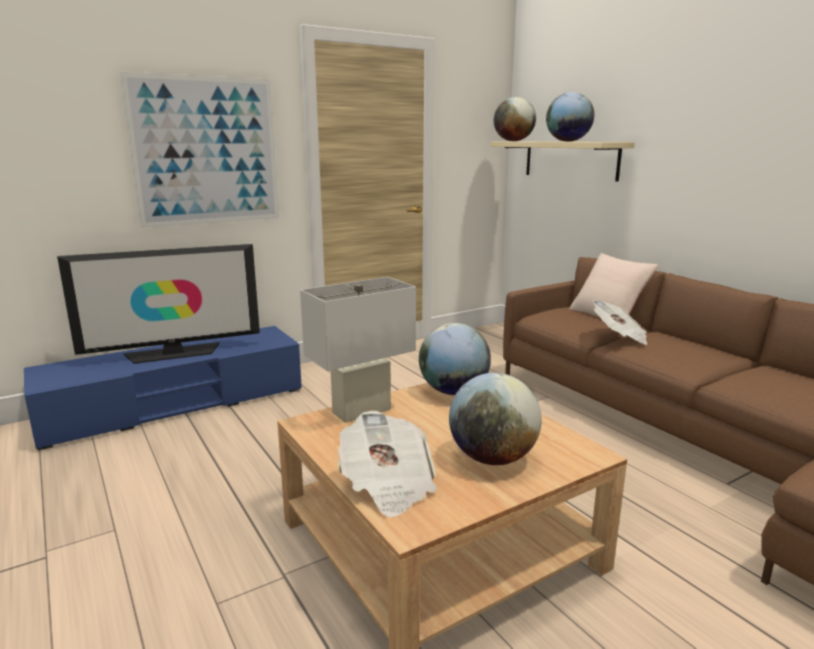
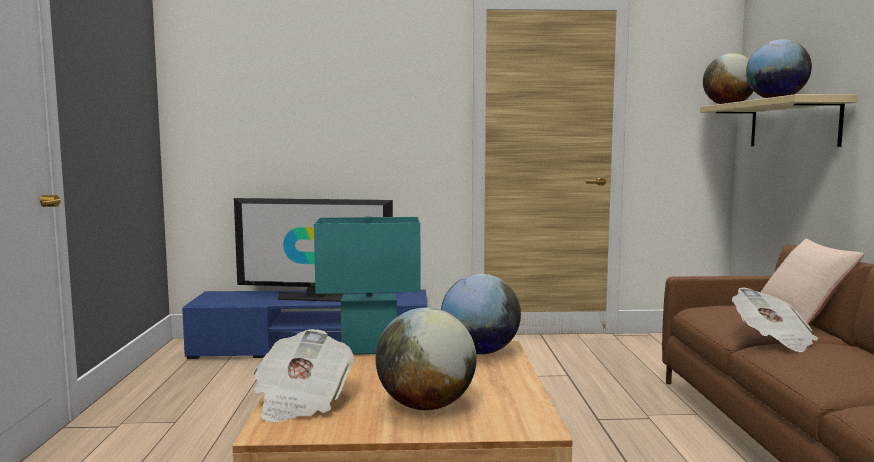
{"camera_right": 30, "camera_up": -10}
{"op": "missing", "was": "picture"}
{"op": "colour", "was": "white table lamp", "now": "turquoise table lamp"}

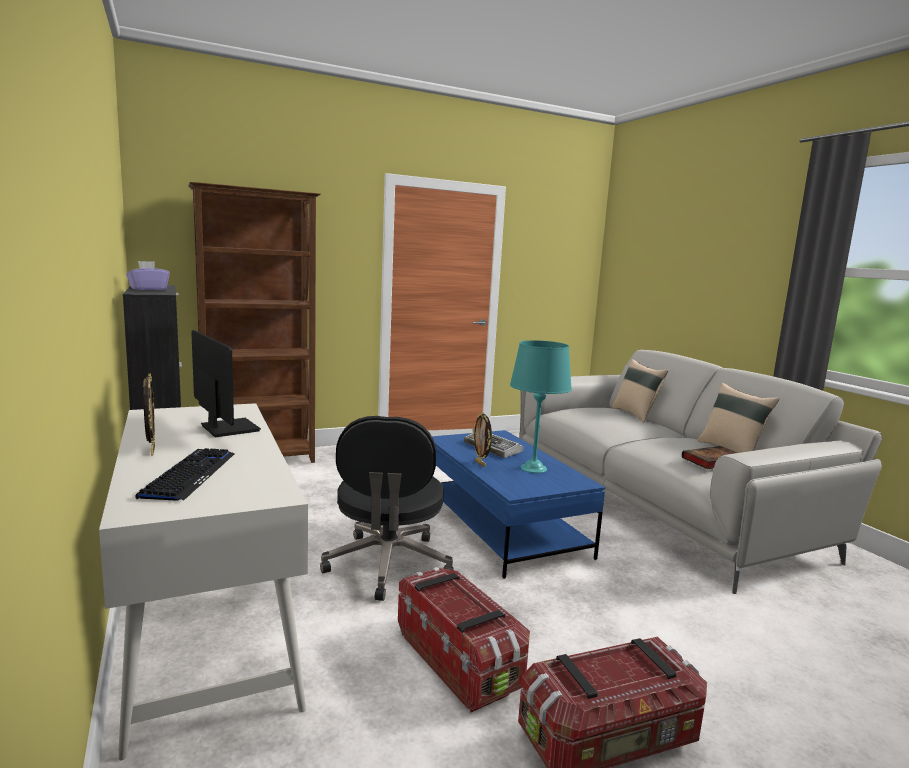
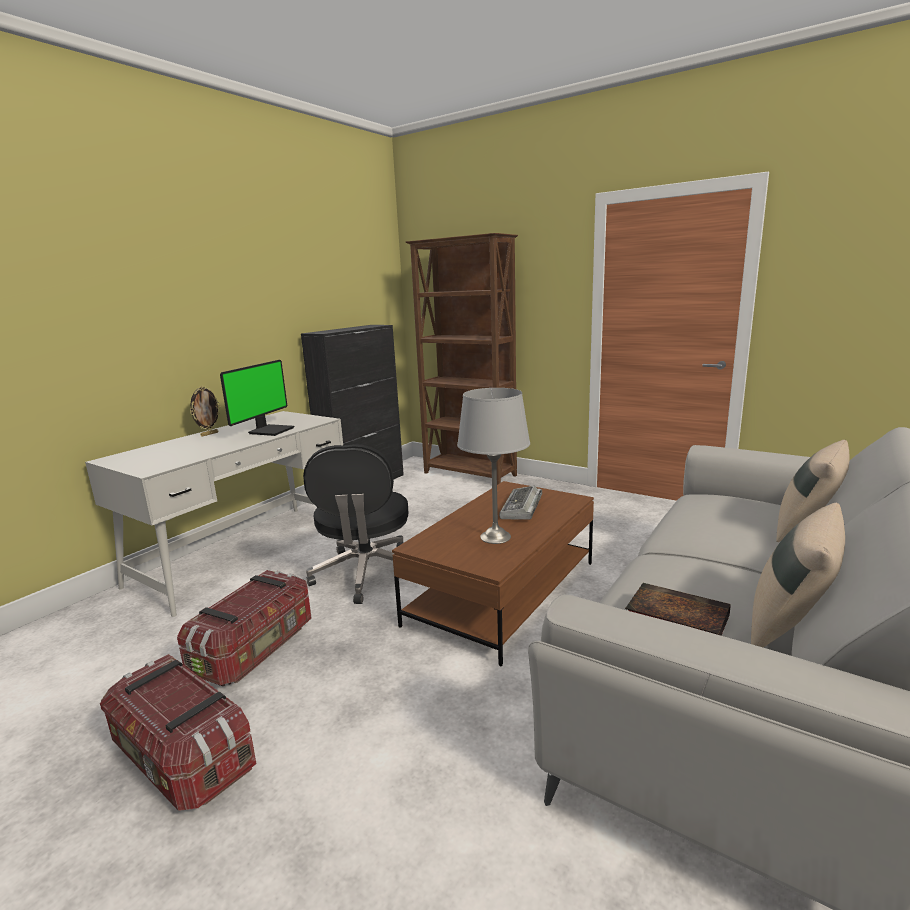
{"camera_right": 60, "camera_up": 5}
{"op": "missing", "was": "purple tissue box"}
{"op": "missing", "was": "keyboard (no. 1 from left)"}
{"op": "spun", "was": "black office chair", "clockwise": -60}
{"op": "colour", "was": "blue coffee table", "now": "brown coffee table"}
{"op": "missing", "was": "picture frame (no. 2 from left)"}
{"op": "colour", "was": "turquoise table lamp", "now": "grey table lamp"}

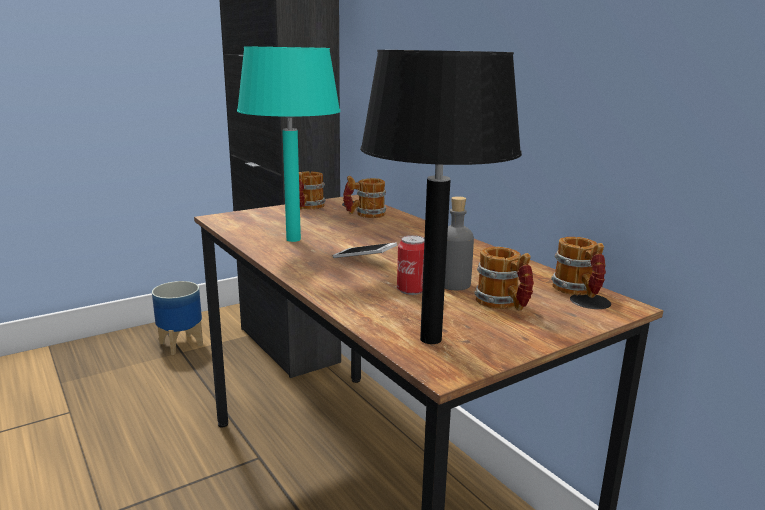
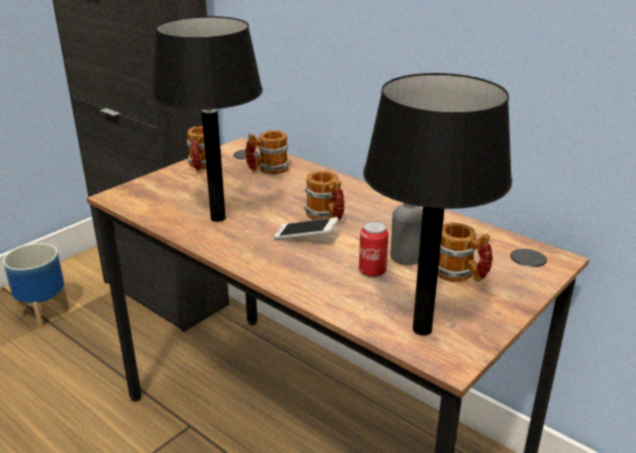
{"camera_right": -15, "camera_up": 10}
{"op": "colour", "was": "turquoise table lamp", "now": "black table lamp (no. 1 from left)"}
{"op": "relocated", "was": "mug (no. 4 from left in the first image)", "now": "mug (no. 3 from left)"}

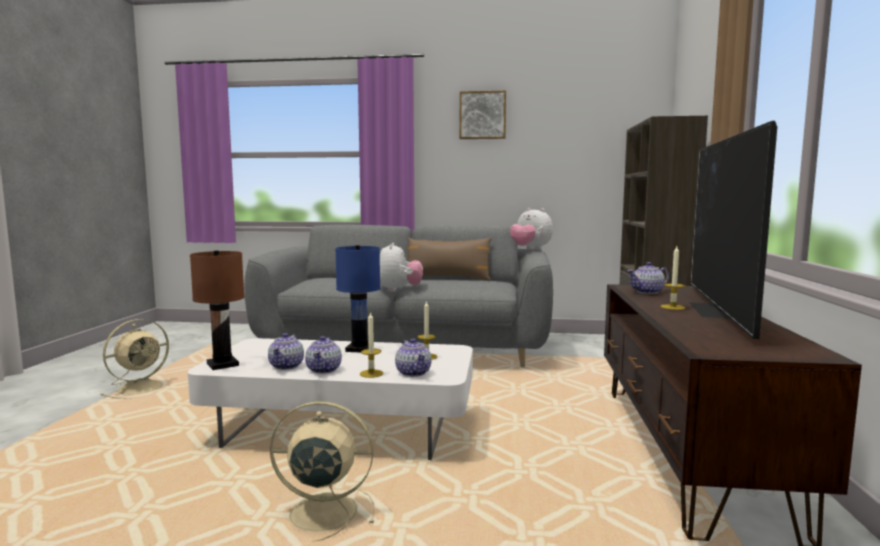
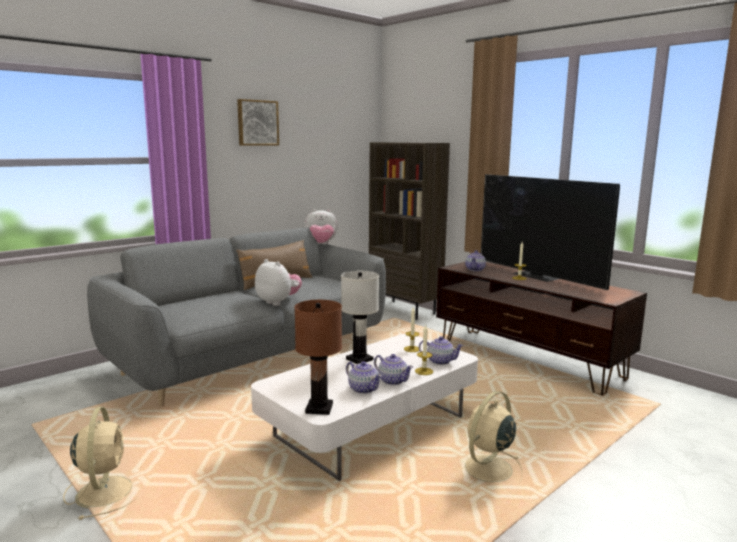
{"camera_right": -50, "camera_up": 5}
{"op": "colour", "was": "blue table lamp", "now": "white table lamp"}

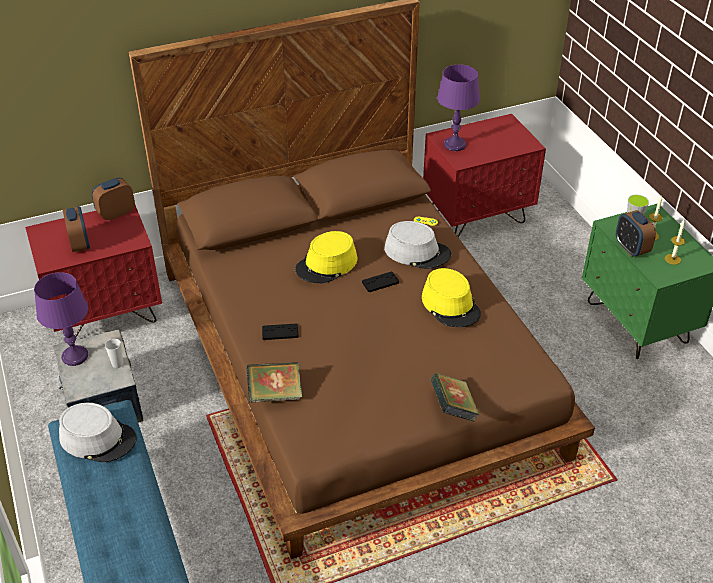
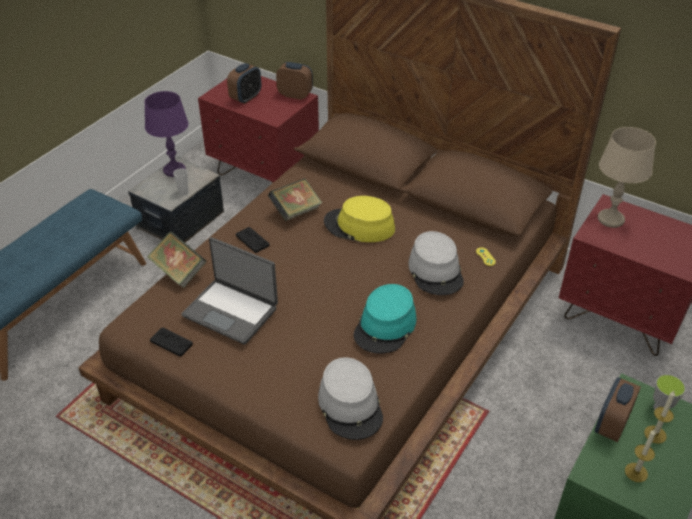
{"camera_right": 55, "camera_up": 0}
{"op": "relocated", "was": "grey hat (no. 1 from left)"}
{"op": "relocated", "was": "black game controller (no. 2 from left in the first image)", "now": "black game controller (no. 1 from left)"}
{"op": "colour", "was": "yellow hat (no. 2 from left)", "now": "turquoise hat"}
{"op": "relocated", "was": "book (no. 2 from left)"}
{"op": "colour", "was": "purple table lamp (no. 2 from left)", "now": "beige table lamp"}
{"op": "appeared", "now": "laptop"}

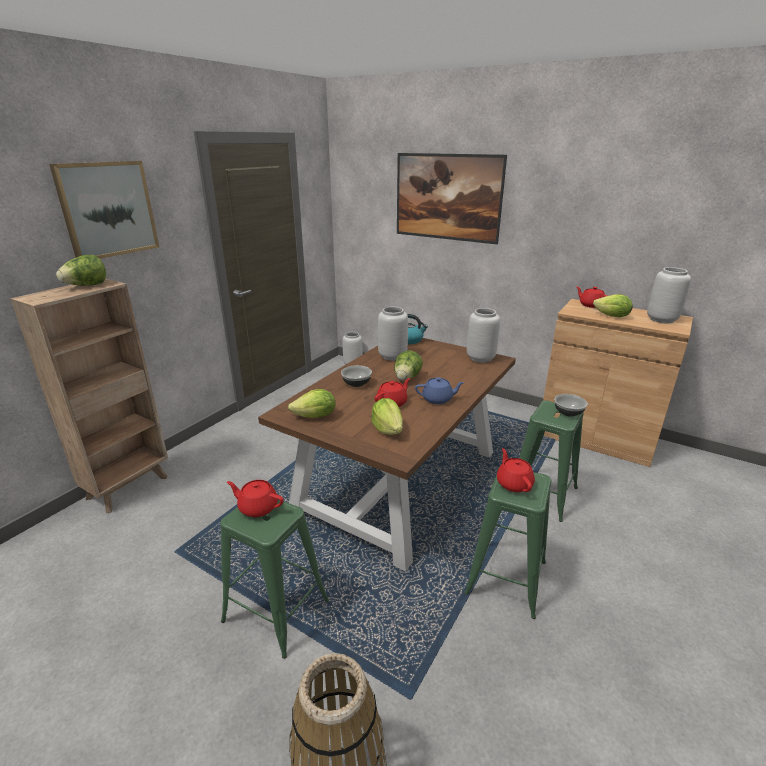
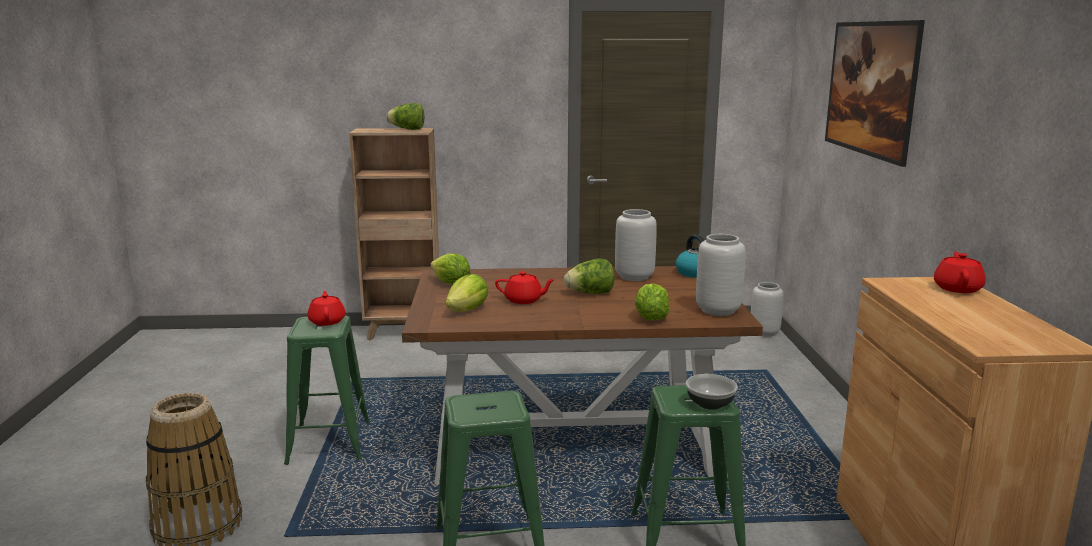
{"camera_right": 55, "camera_up": -10}
{"op": "missing", "was": "picture (no. 1 from left)"}
{"op": "missing", "was": "bowl (no. 1 from left)"}
{"op": "missing", "was": "blue teapot"}
{"op": "missing", "was": "red teapot (no. 3 from left)"}
{"op": "relocated", "was": "lettuce (no. 5 from left)"}
{"op": "missing", "was": "grey vase (no. 4 from left)"}

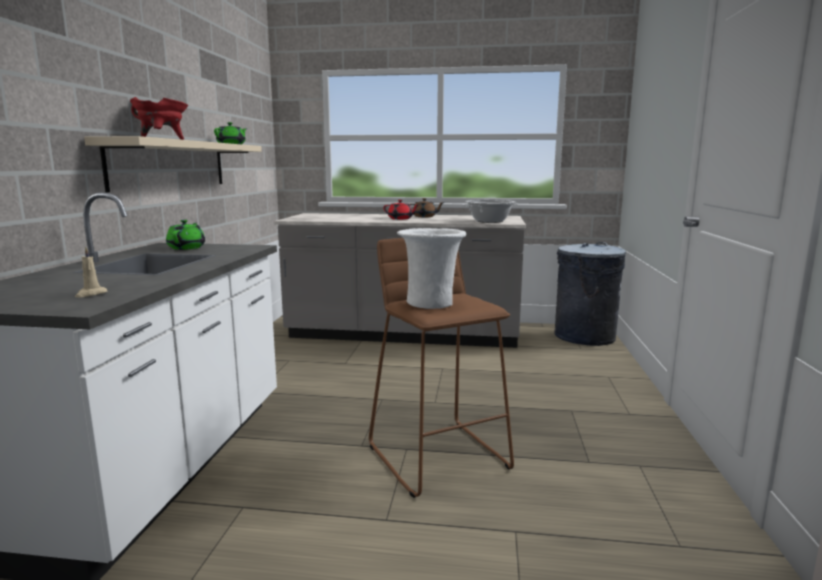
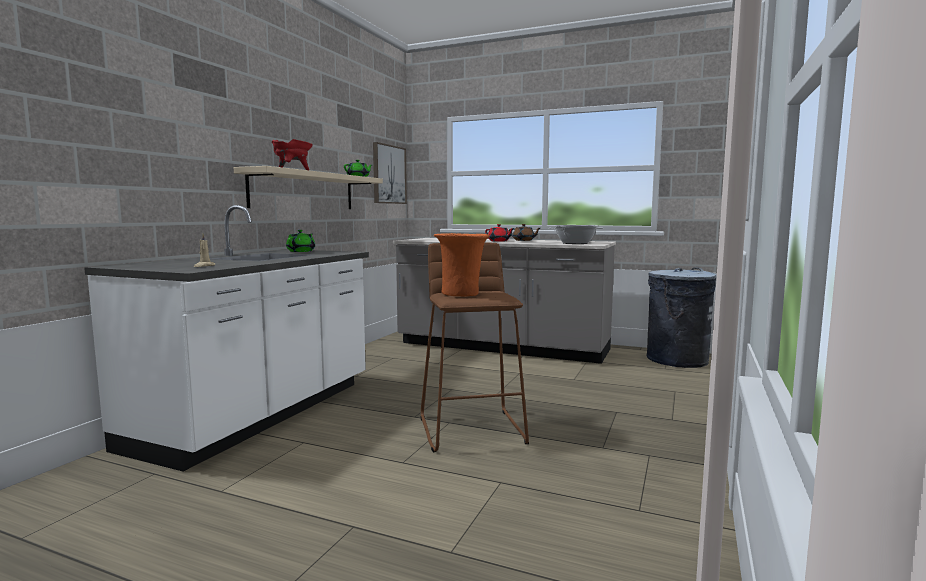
{"camera_right": 15, "camera_up": -5}
{"op": "colour", "was": "white vase", "now": "orange vase"}
{"op": "appeared", "now": "picture"}

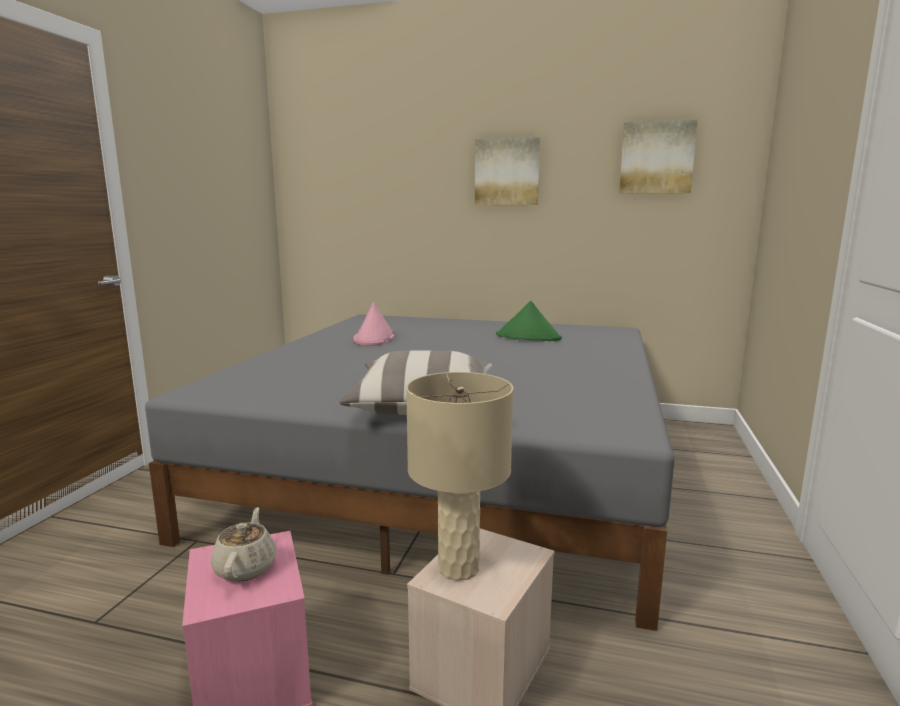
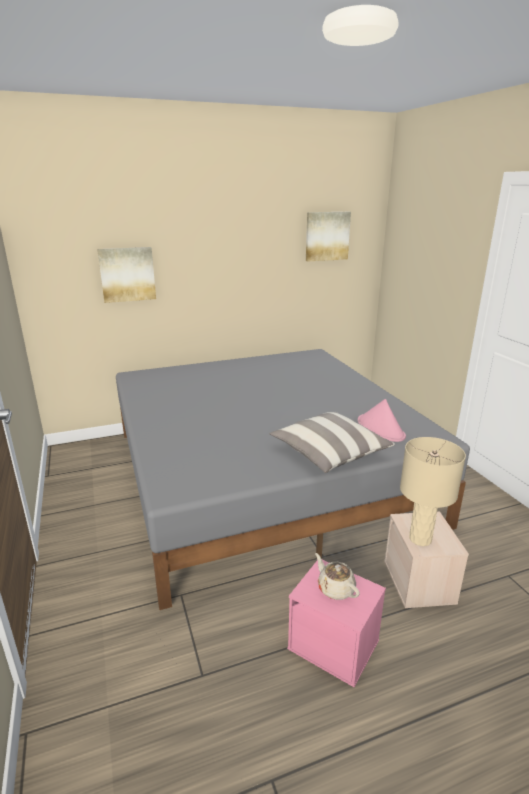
{"camera_right": -35, "camera_up": 10}
{"op": "relocated", "was": "pink hat"}
{"op": "relocated", "was": "picture (no. 1 from left)"}
{"op": "missing", "was": "green hat"}

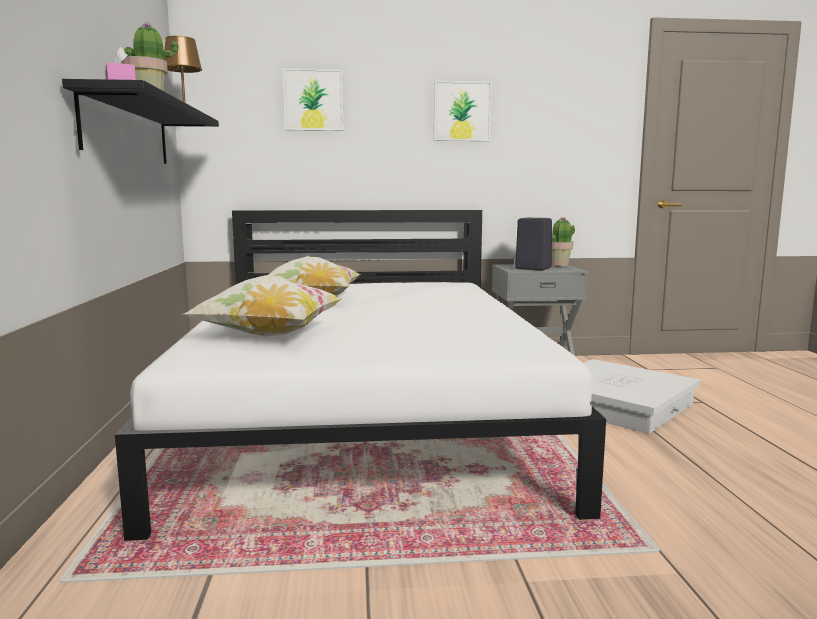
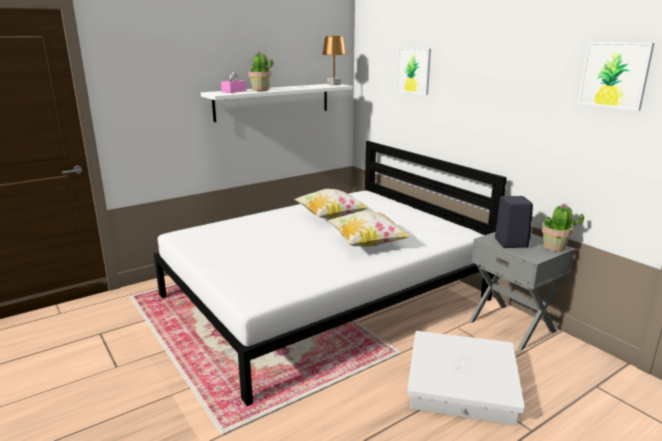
{"camera_right": 60, "camera_up": 10}
{"op": "colour", "was": "black shelf", "now": "white shelf"}
{"op": "relocated", "was": "pillow (no. 1 from left in the first image)", "now": "pillow (no. 2 from left)"}
{"op": "relocated", "was": "picture (no. 2 from left)"}

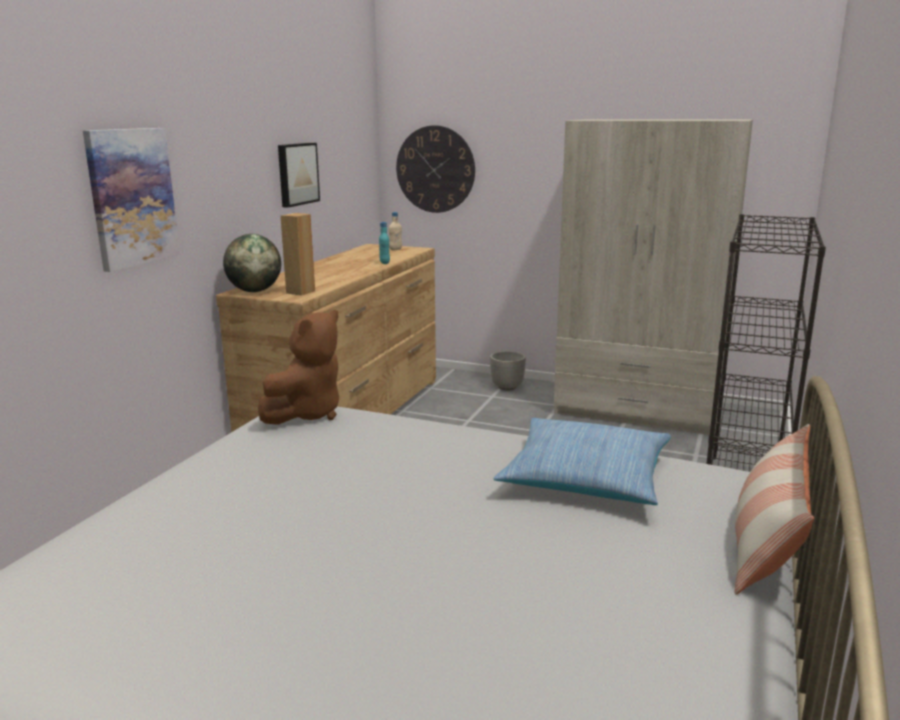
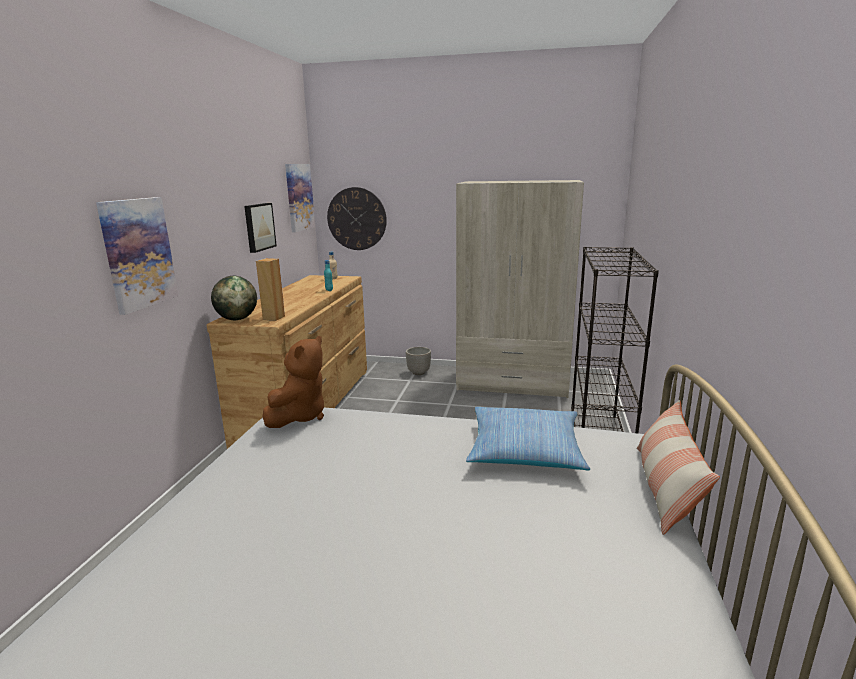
{"camera_right": -10, "camera_up": 0}
{"op": "appeared", "now": "picture (no. 3 from left)"}

